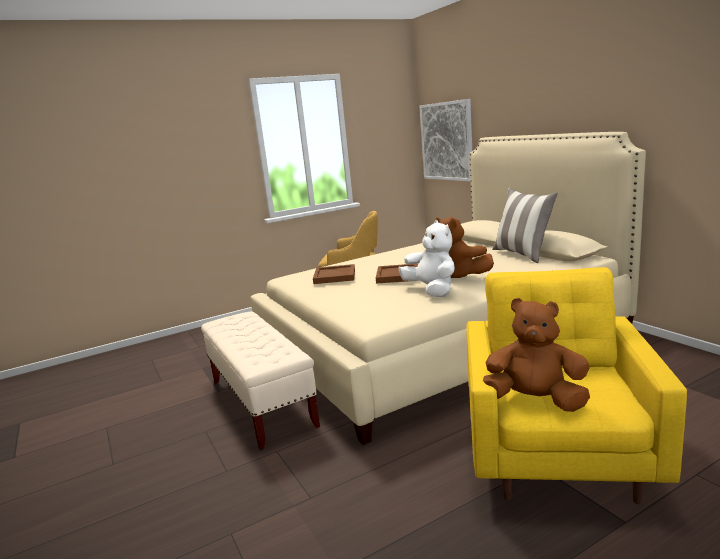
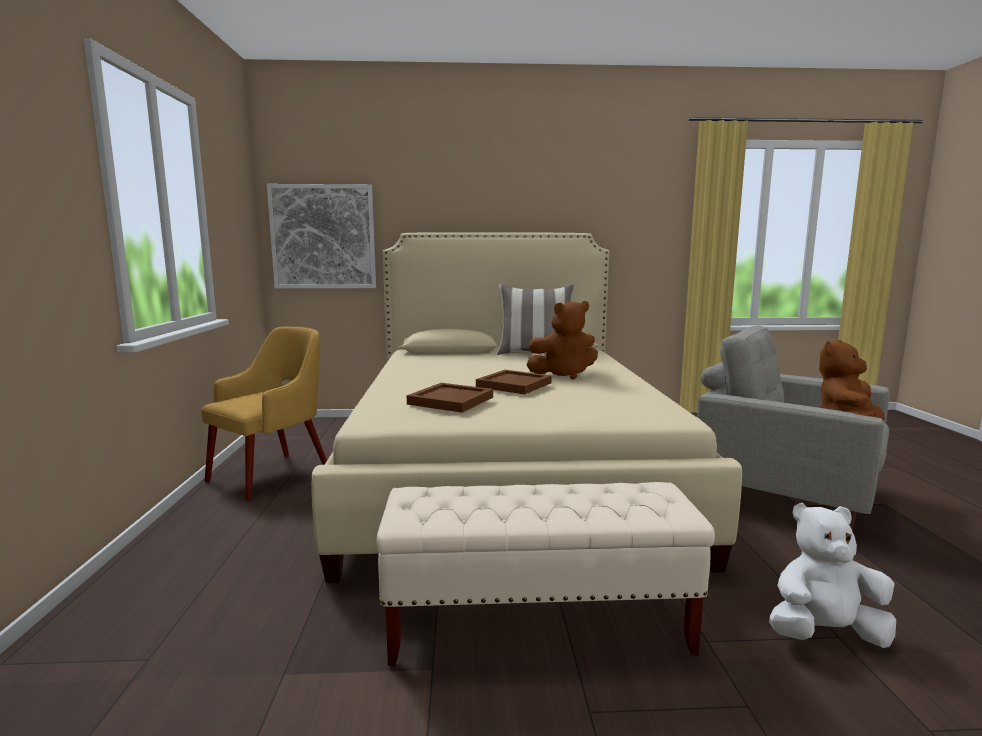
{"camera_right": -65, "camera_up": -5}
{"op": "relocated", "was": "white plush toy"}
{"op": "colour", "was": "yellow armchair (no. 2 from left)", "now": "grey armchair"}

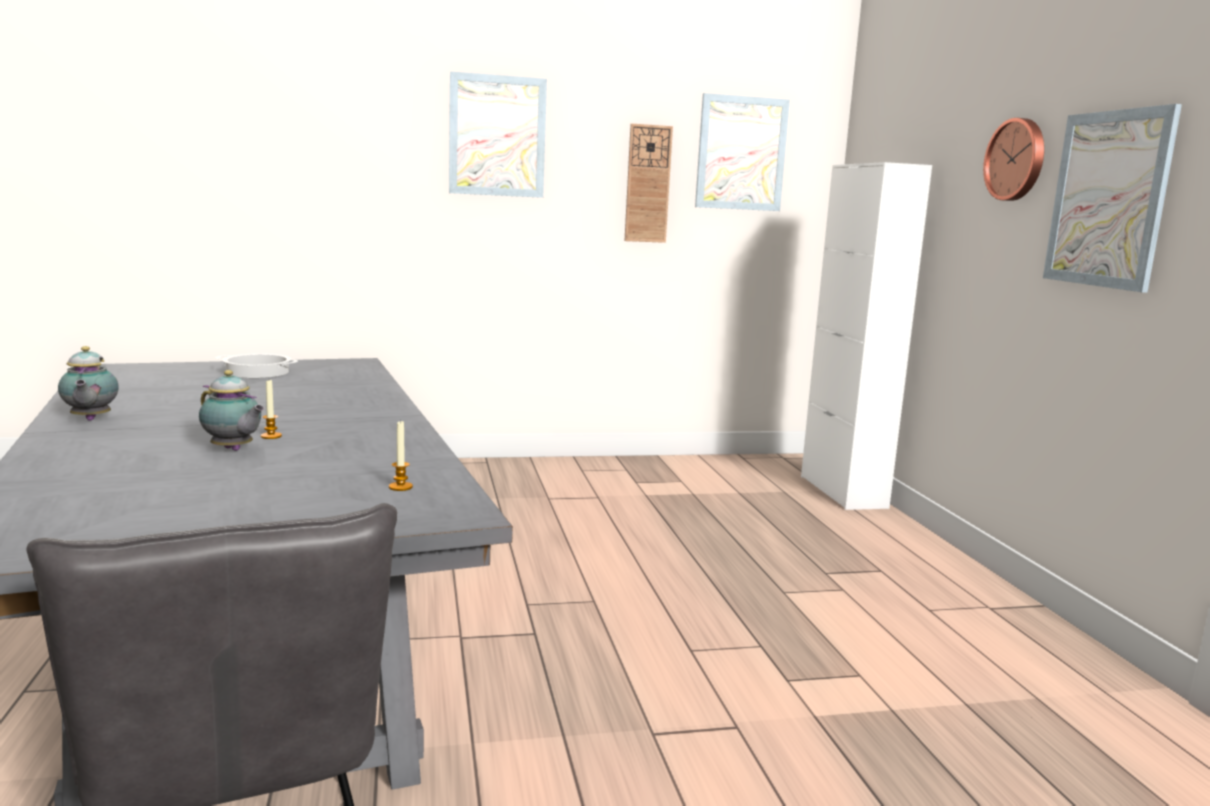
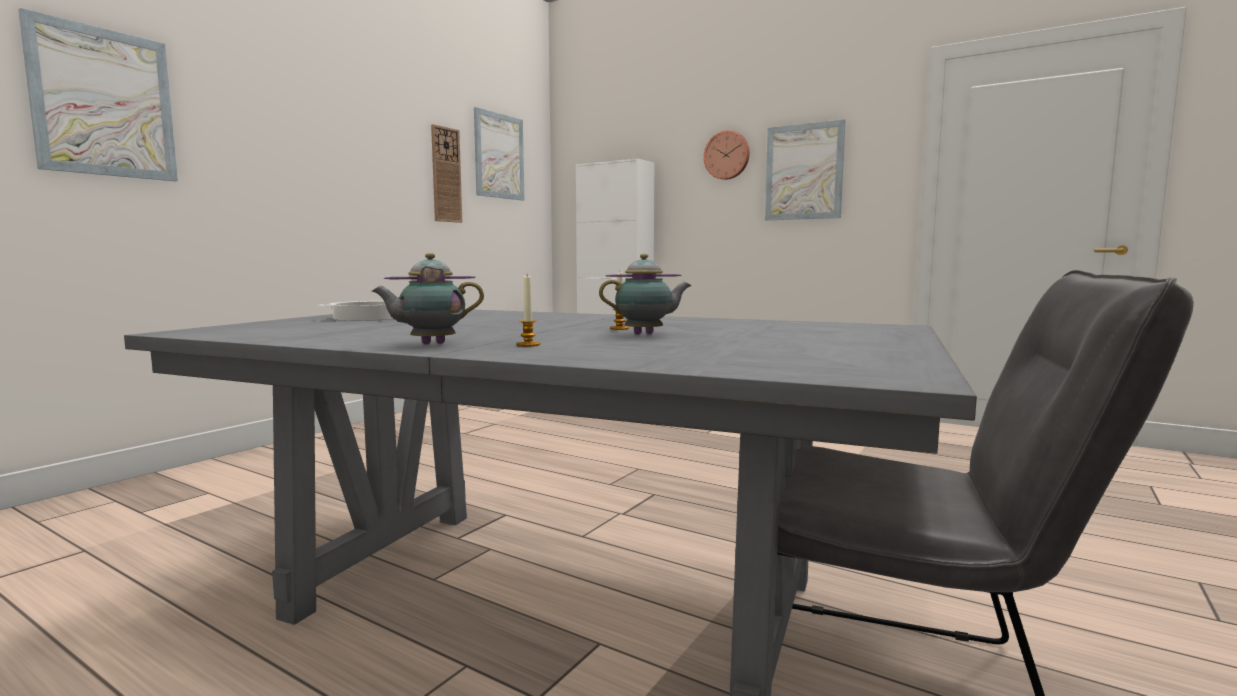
{"camera_right": -45, "camera_up": -5}
{"op": "spun", "was": "teapot (no. 1 from left)", "clockwise": 135}
{"op": "relocated", "was": "candle (no. 2 from left in the first image)", "now": "candle (no. 1 from left)"}
{"op": "relocated", "was": "picture (no. 1 from left)"}

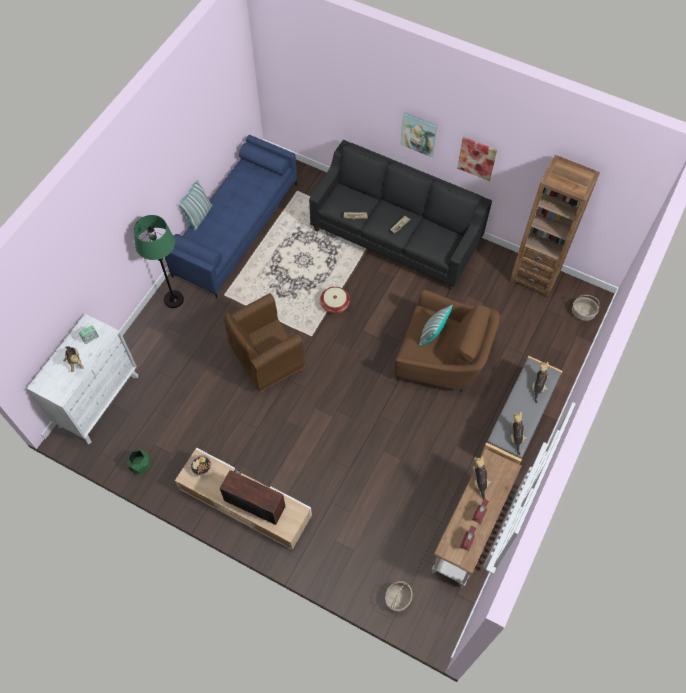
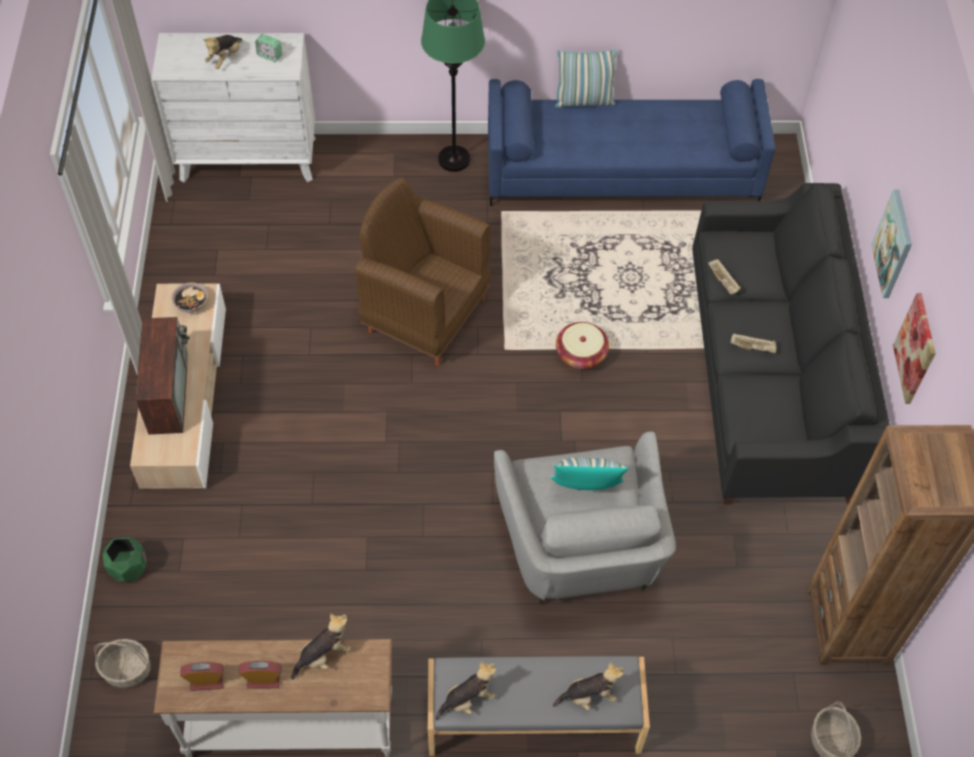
{"camera_right": 60, "camera_up": -5}
{"op": "relocated", "was": "green planter"}
{"op": "colour", "was": "brown armchair (no. 2 from left)", "now": "grey armchair"}

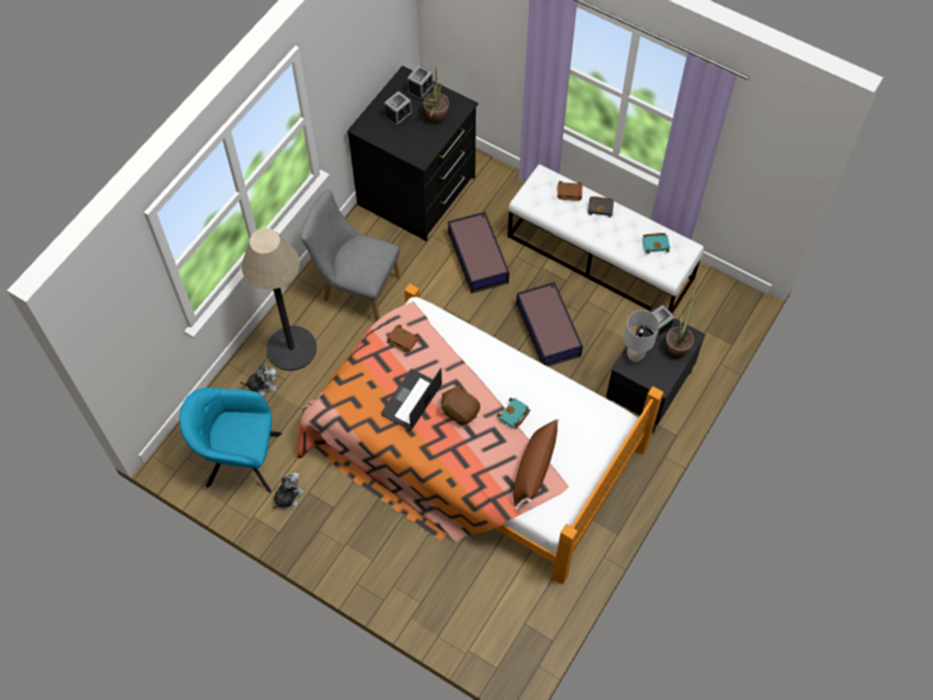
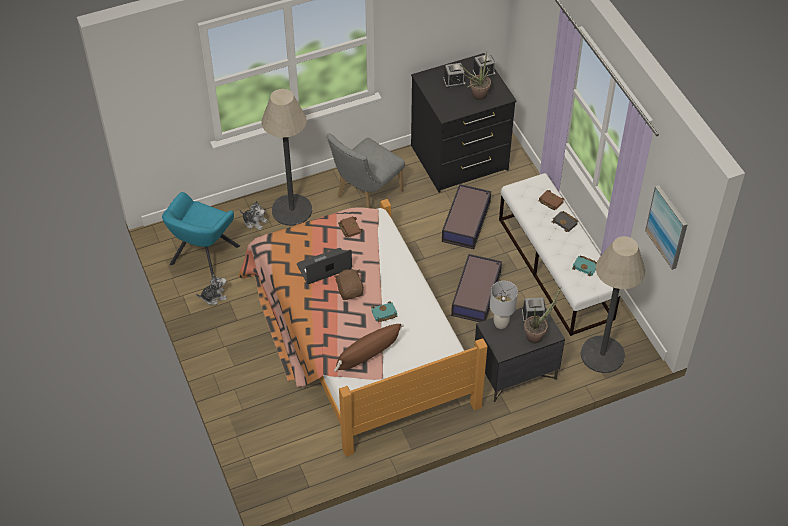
{"camera_right": 35, "camera_up": -10}
{"op": "spun", "was": "turquoise armchair", "clockwise": -105}
{"op": "spun", "was": "grey chair", "clockwise": -105}
{"op": "appeared", "now": "floor lamp (no. 2 from left)"}
{"op": "appeared", "now": "picture"}

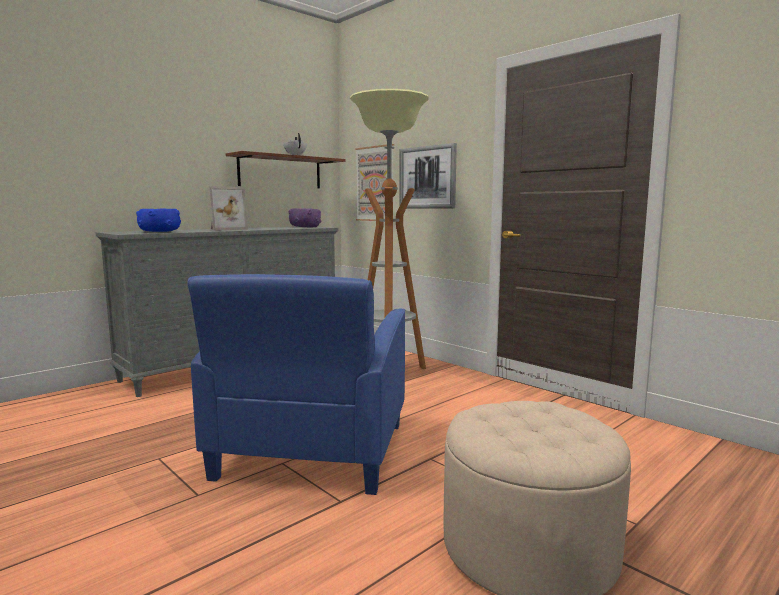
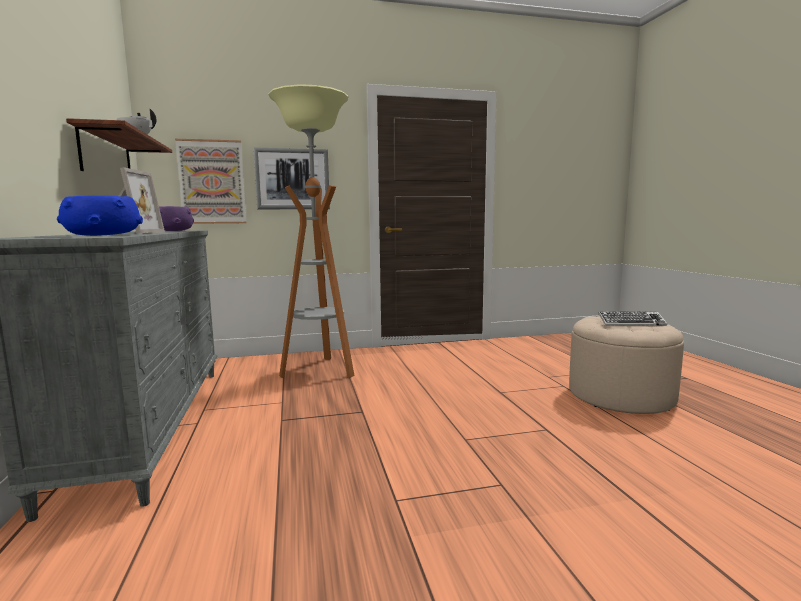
{"camera_right": -60, "camera_up": 0}
{"op": "missing", "was": "blue armchair"}
{"op": "appeared", "now": "keyboard"}

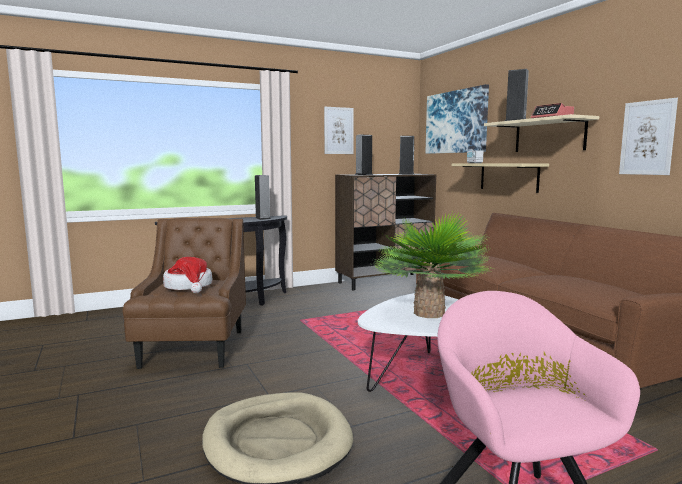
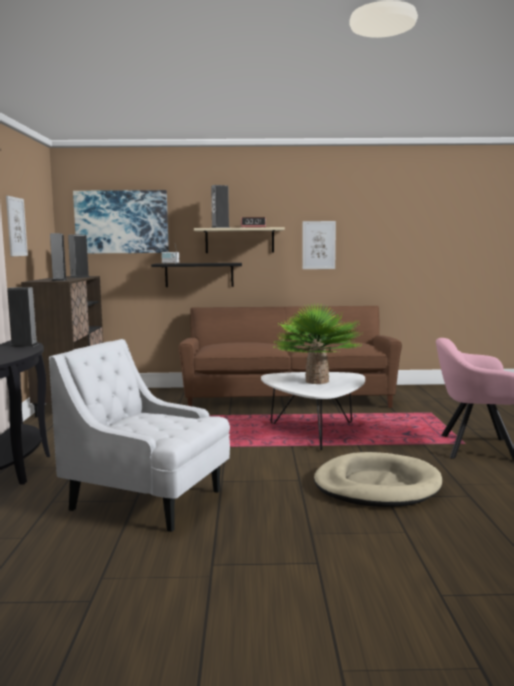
{"camera_right": -65, "camera_up": 0}
{"op": "colour", "was": "brown armchair", "now": "white armchair"}
{"op": "missing", "was": "hat"}
{"op": "colour", "was": "beige shelf (no. 1 from left)", "now": "black shelf"}

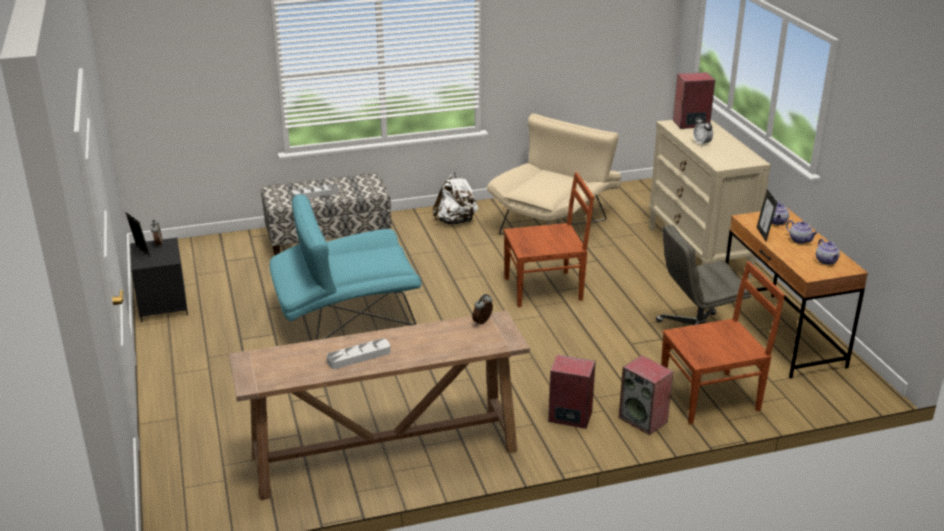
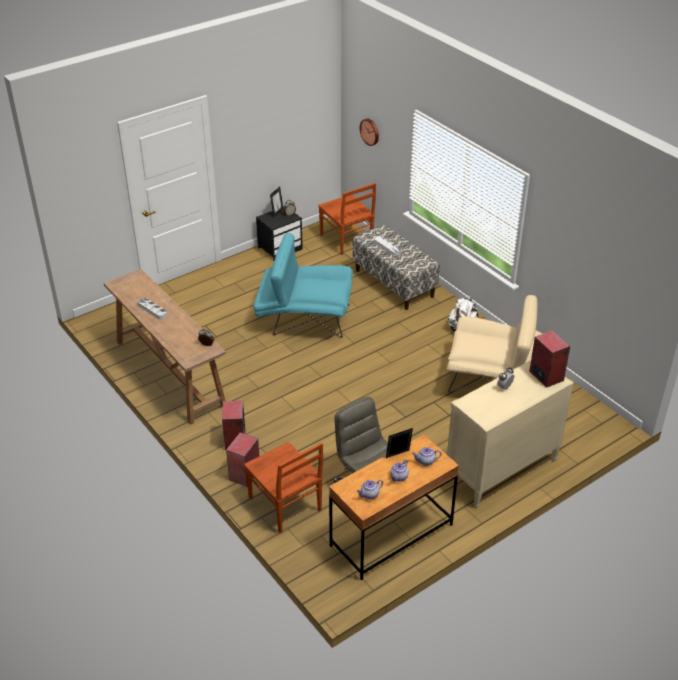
{"camera_right": 70, "camera_up": 10}
{"op": "spun", "was": "turquoise armchair", "clockwise": -45}
{"op": "relocated", "was": "brown chair (no. 1 from left in the first image)", "now": "brown chair (no. 2 from left)"}
{"op": "appeared", "now": "wall clock"}

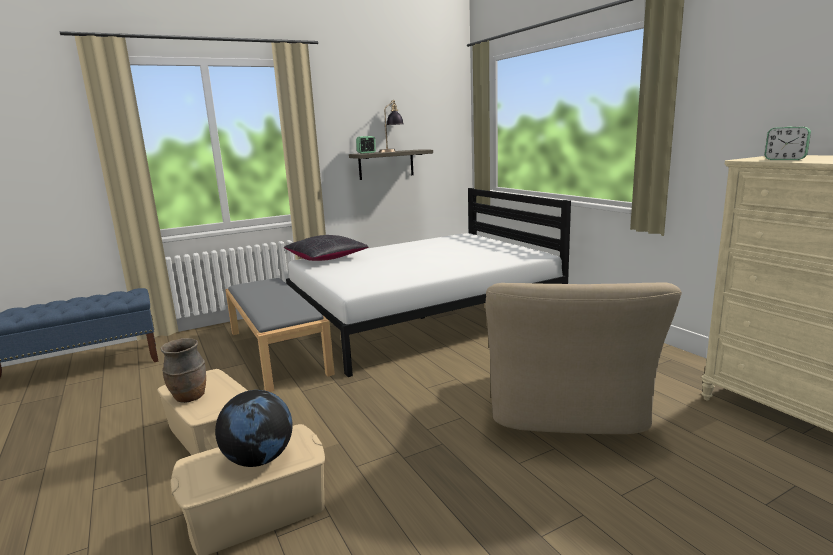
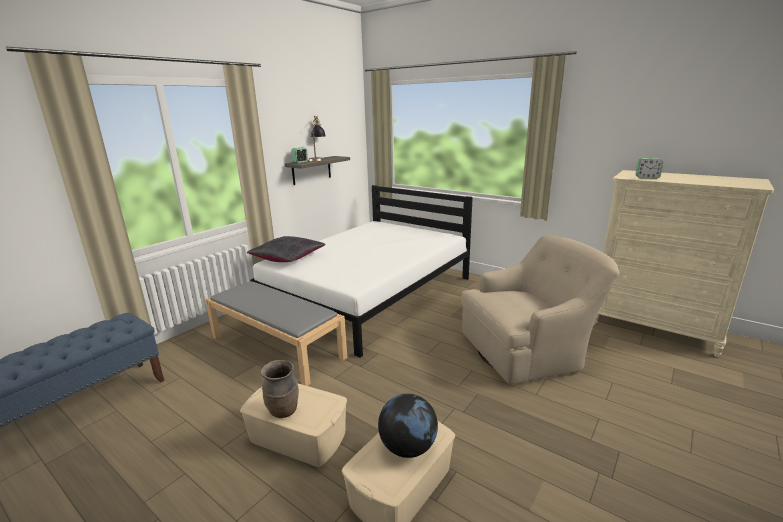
{"camera_right": -25, "camera_up": 5}
{"op": "spun", "was": "beige armchair", "clockwise": -90}

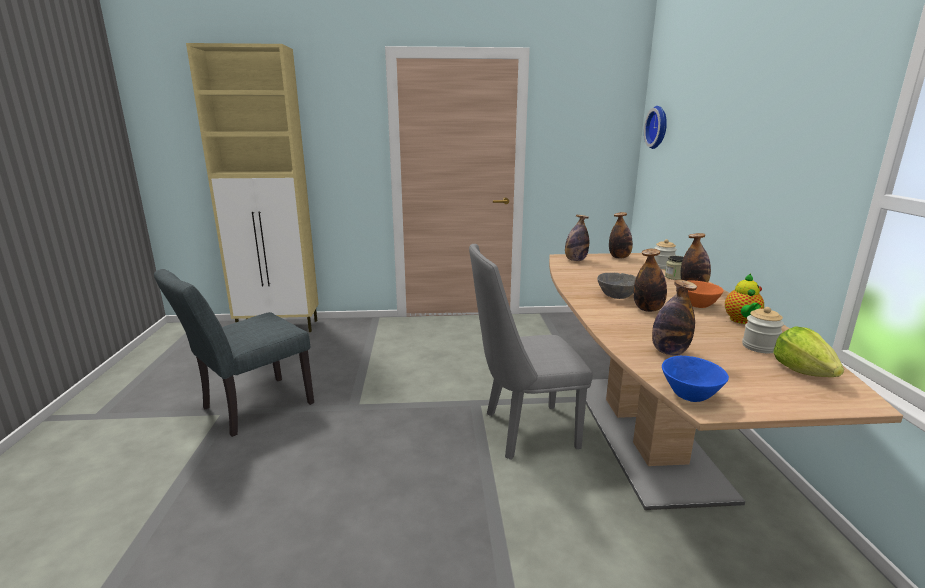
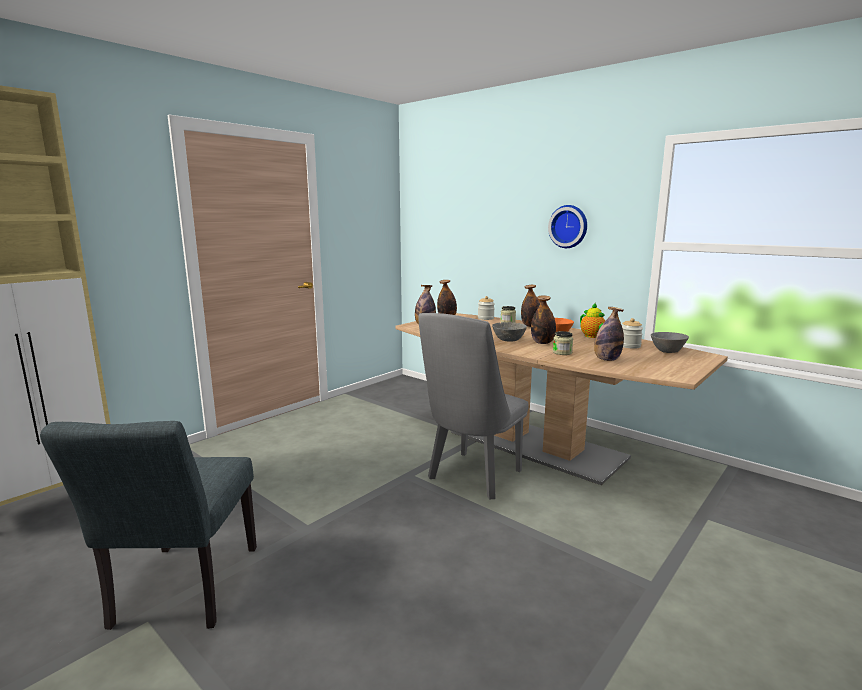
{"camera_right": -45, "camera_up": -5}
{"op": "relocated", "was": "wall clock"}
{"op": "missing", "was": "blue bowl"}
{"op": "exchanged", "was": "lettuce", "now": "grey bowl (no. 2 from left)"}
{"op": "appeared", "now": "jar (no. 3 from left)"}

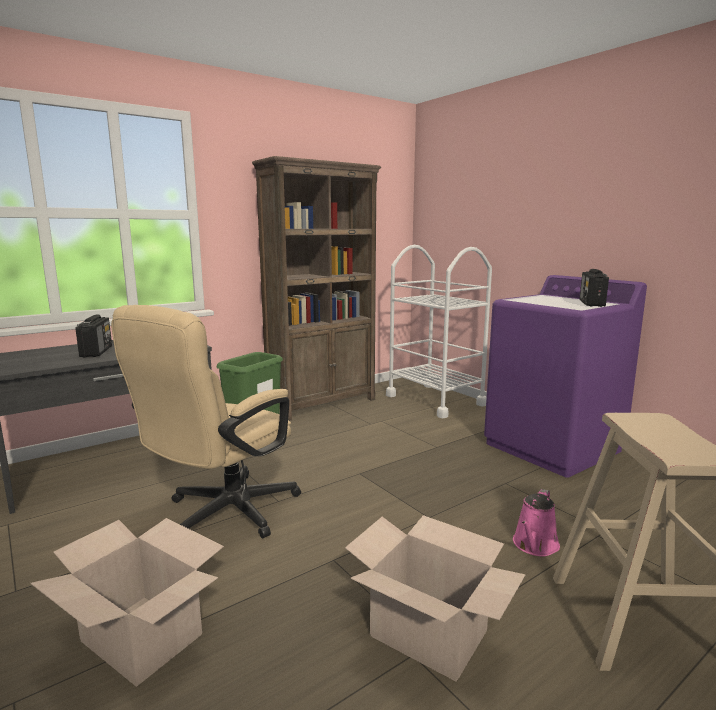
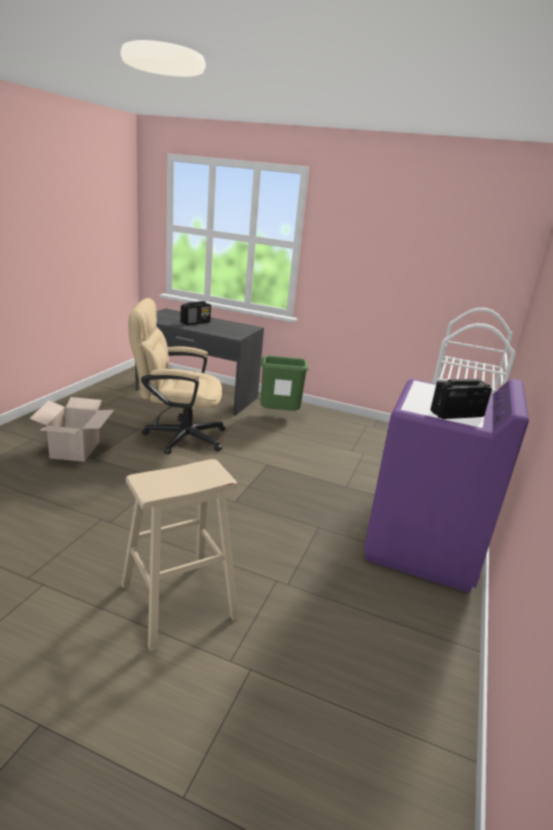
{"camera_right": 55, "camera_up": 10}
{"op": "missing", "was": "brown bookcase"}
{"op": "missing", "was": "cardboard box (no. 2 from left)"}
{"op": "missing", "was": "pink watering can"}

